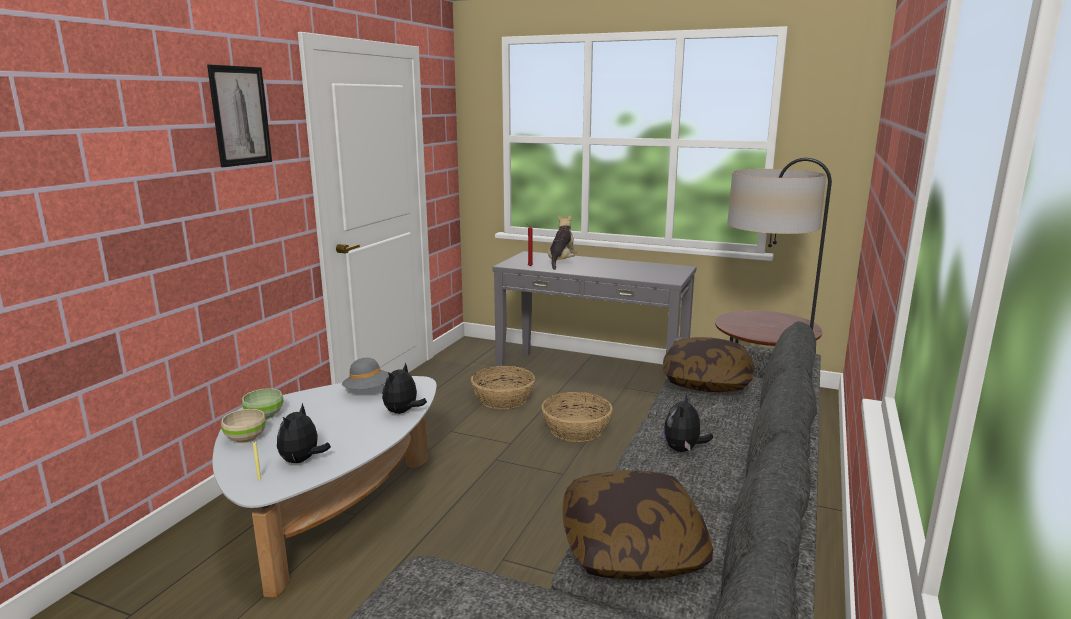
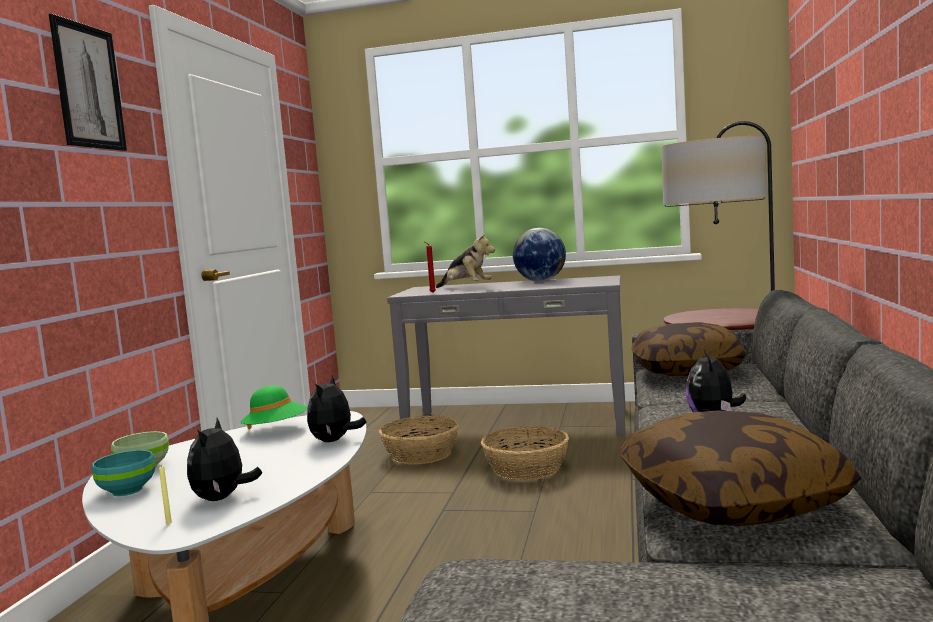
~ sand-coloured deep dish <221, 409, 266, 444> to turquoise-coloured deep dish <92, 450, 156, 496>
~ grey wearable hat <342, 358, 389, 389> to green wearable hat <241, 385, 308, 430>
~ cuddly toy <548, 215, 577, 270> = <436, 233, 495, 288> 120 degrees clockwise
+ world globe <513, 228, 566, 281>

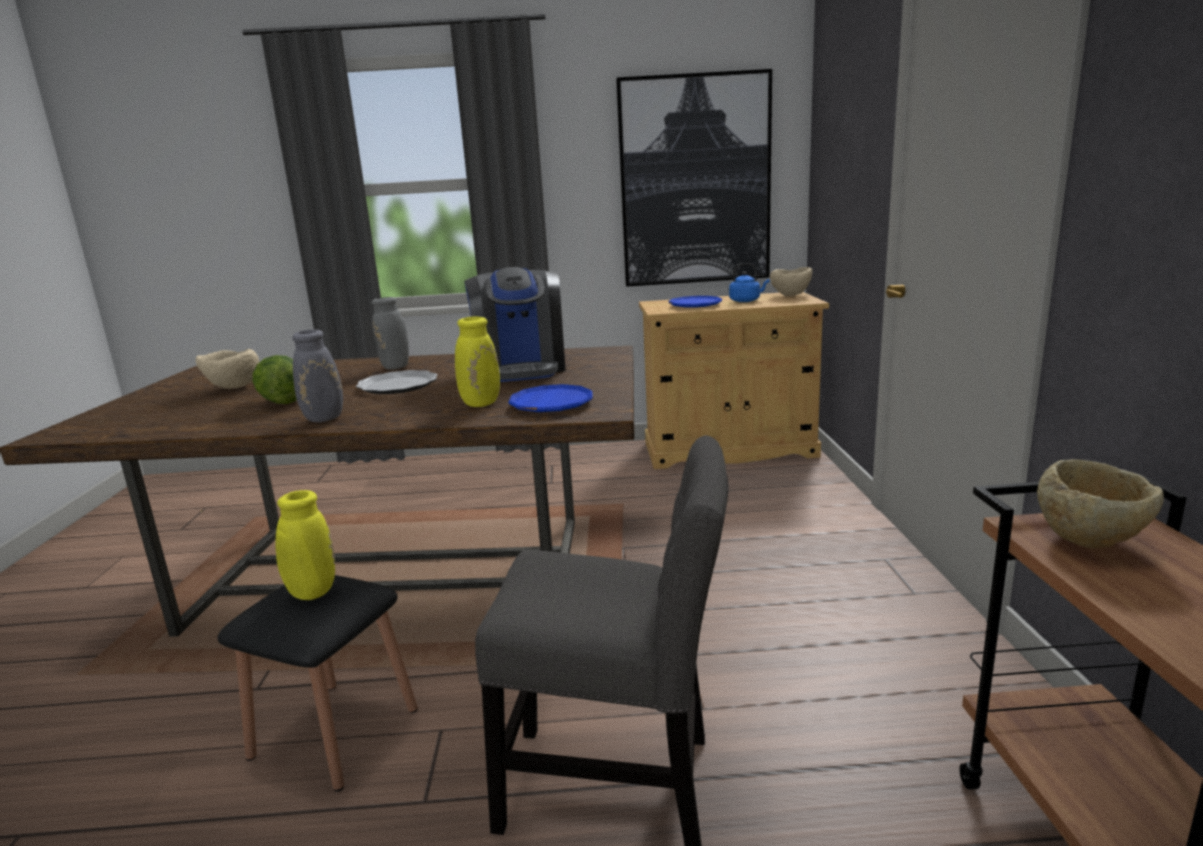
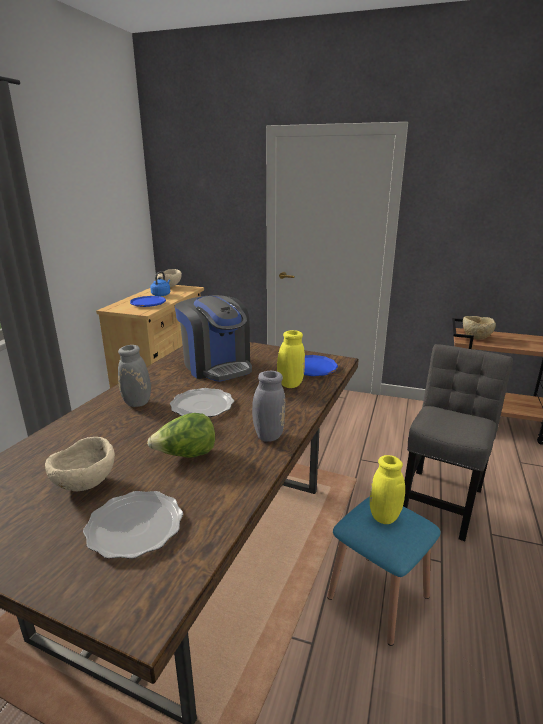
+ plate <83, 491, 183, 559>
~ coffee brewer <464, 267, 566, 382> = <175, 295, 252, 382> 45 degrees clockwise
~ black sitting stool <217, 575, 418, 792> to bluish sitting stool <327, 496, 441, 646>
- wall picture <616, 69, 772, 287>

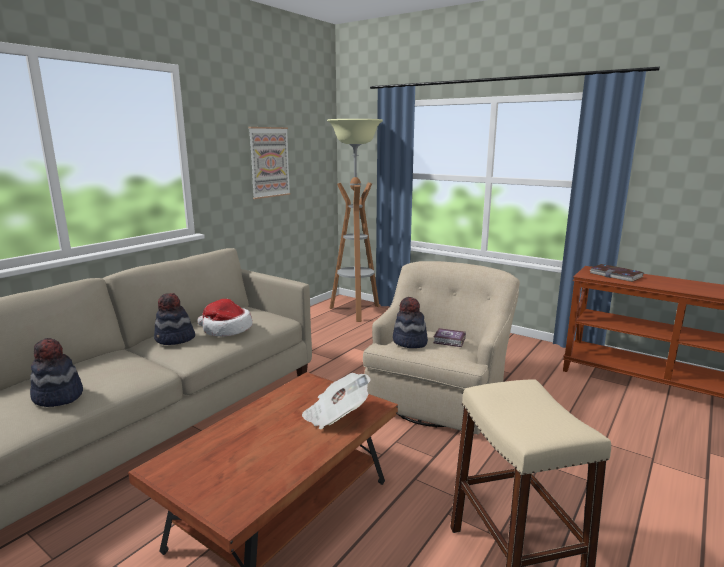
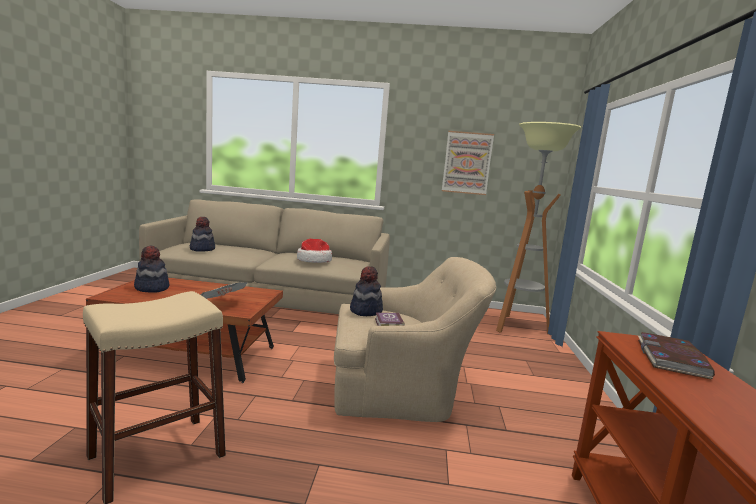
~ wearable hat <154, 293, 195, 345> to <134, 245, 169, 293>

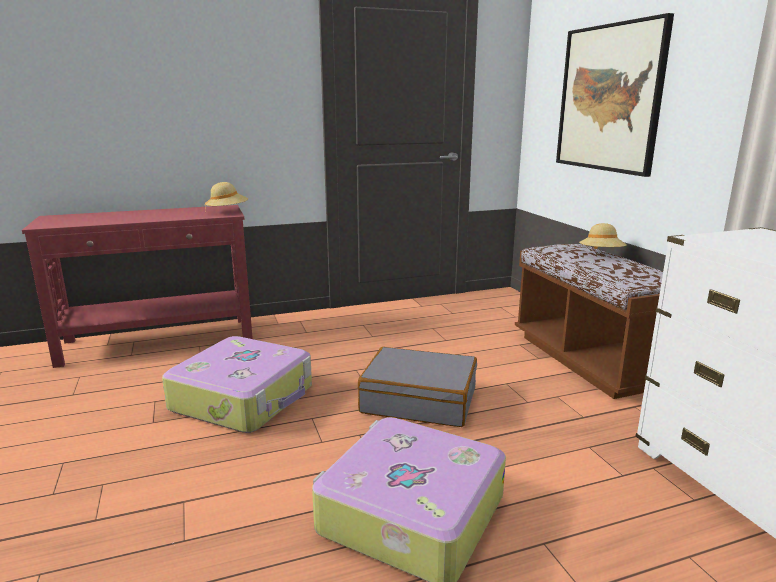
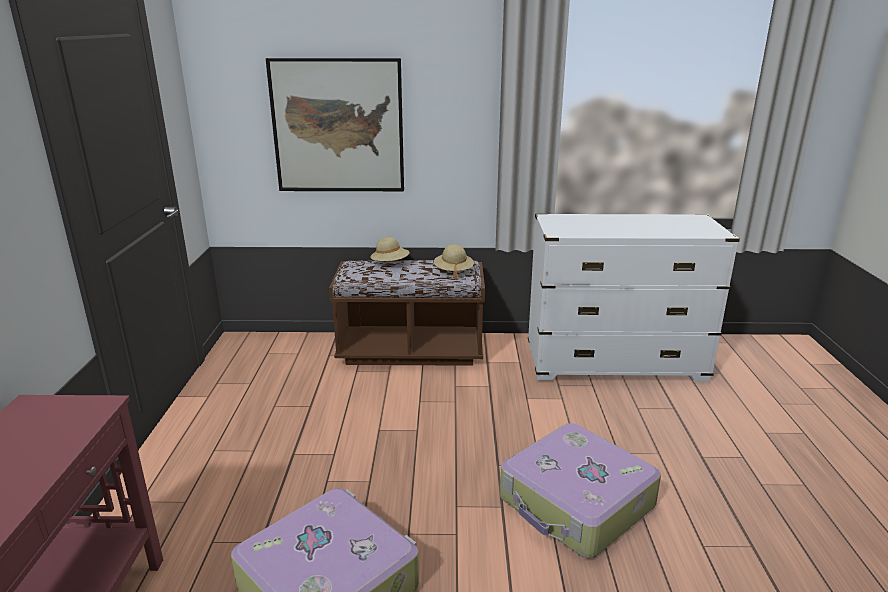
~ sand-coloured wearable hat <205, 182, 248, 212> to <434, 244, 474, 279>
- grey travel case <358, 347, 477, 427>

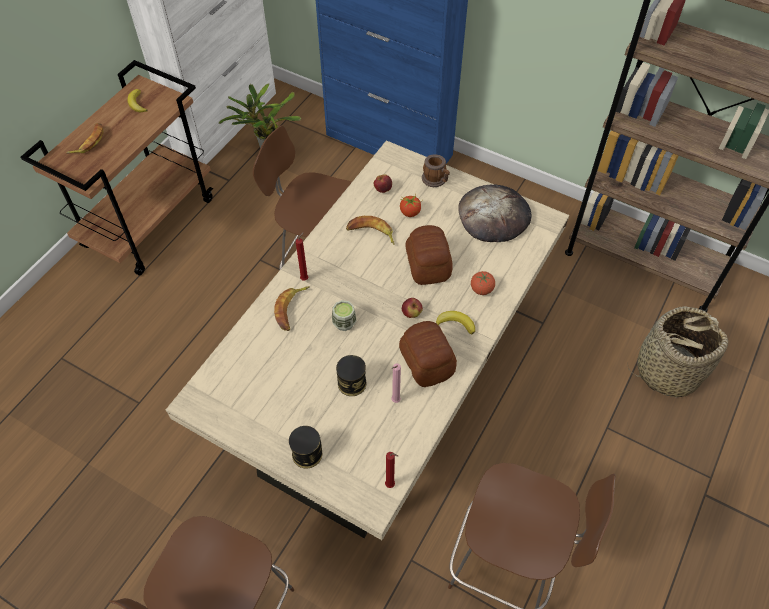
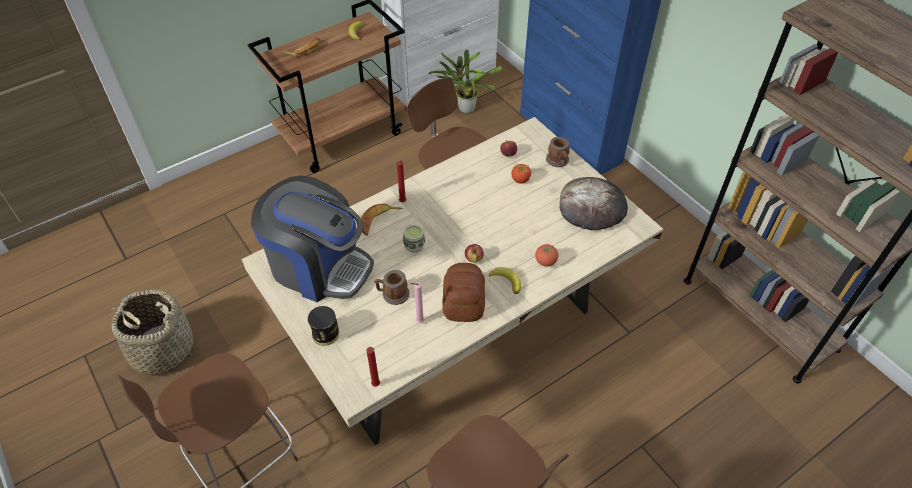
~ household basket <627, 306, 728, 398> to <111, 289, 197, 376>
+ coffee brewer <251, 175, 374, 302>
~ can <336, 355, 366, 396> to tea mug <374, 270, 409, 305>
- banana fruit <346, 216, 395, 245>
- bread <405, 225, 453, 285>

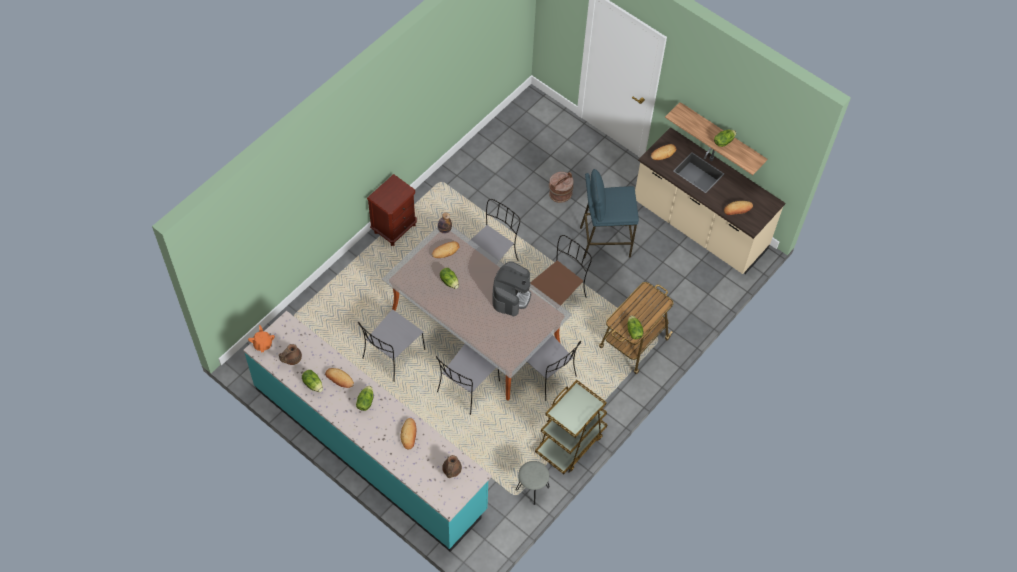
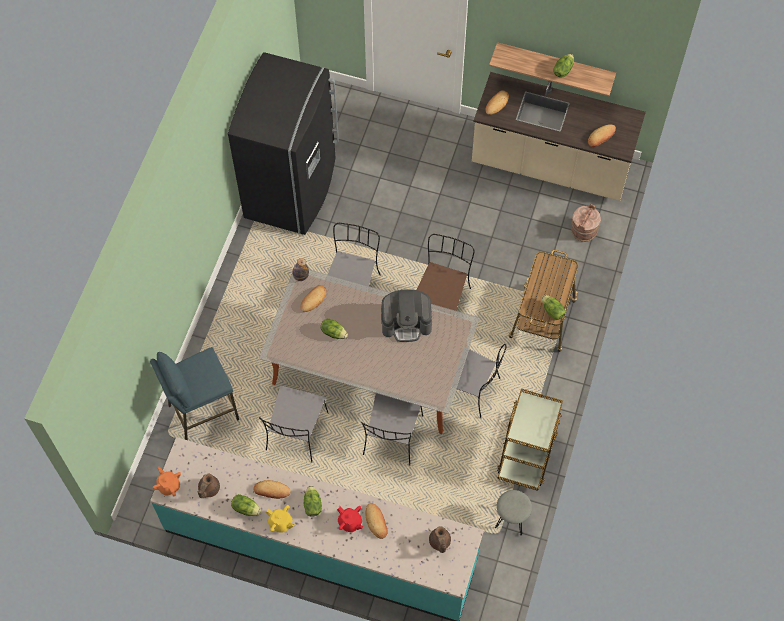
~ bluish sitting stool <580, 169, 639, 258> to <150, 347, 239, 440>
+ black fridge <228, 52, 339, 235>
+ yellow-coloured pot for tea <266, 505, 294, 533>
+ red-coloured pot for tea <337, 506, 363, 532>
~ coffee brewer <492, 262, 531, 316> = <381, 289, 432, 342> 90 degrees clockwise
~ brown pail <549, 172, 574, 203> to <571, 204, 601, 242>
- brown nightstand <367, 174, 417, 246>

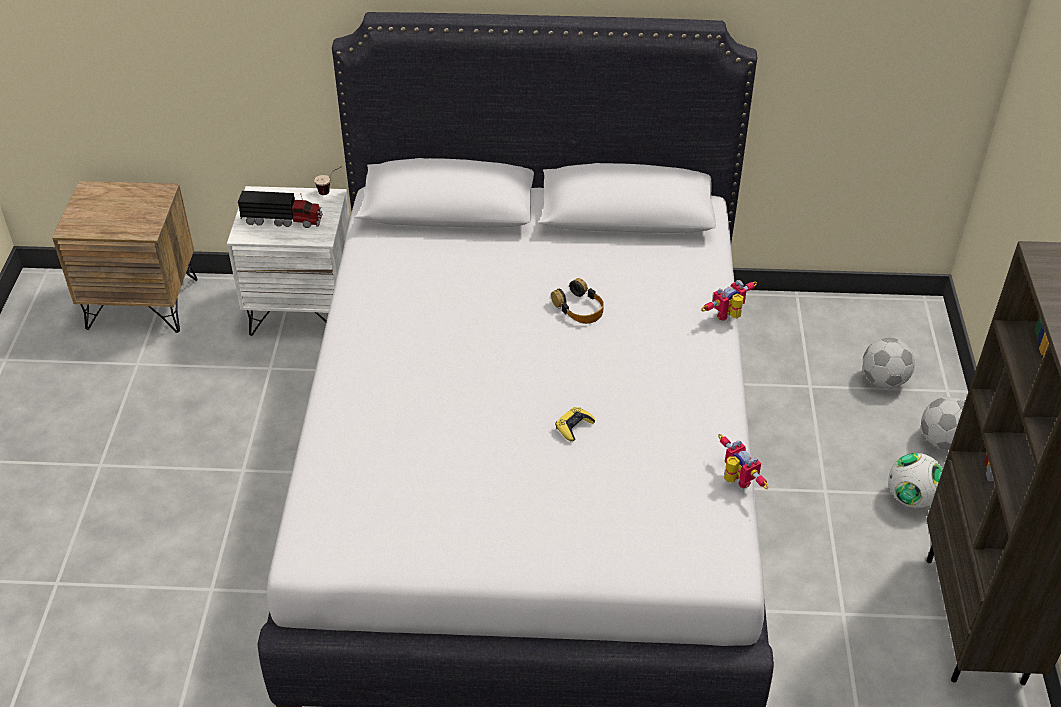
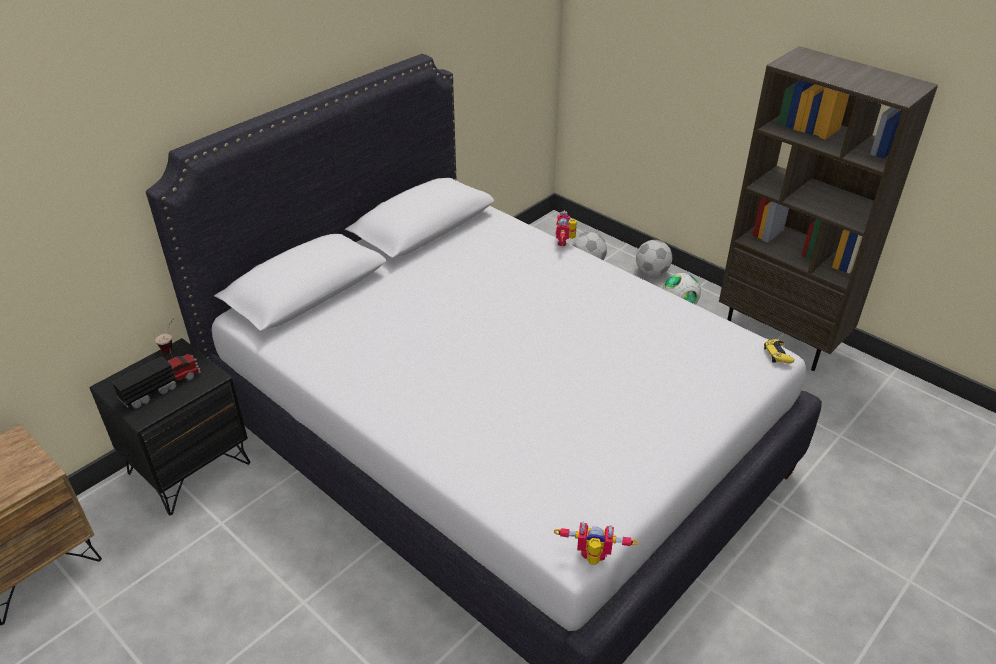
~ white nightstand <227, 186, 350, 336> to black nightstand <89, 338, 251, 515>
~ toy robot <718, 434, 769, 489> to <554, 522, 638, 565>
~ yellow-coloured game controller <555, 407, 595, 442> to <764, 339, 795, 363>
- headset <551, 278, 604, 324>

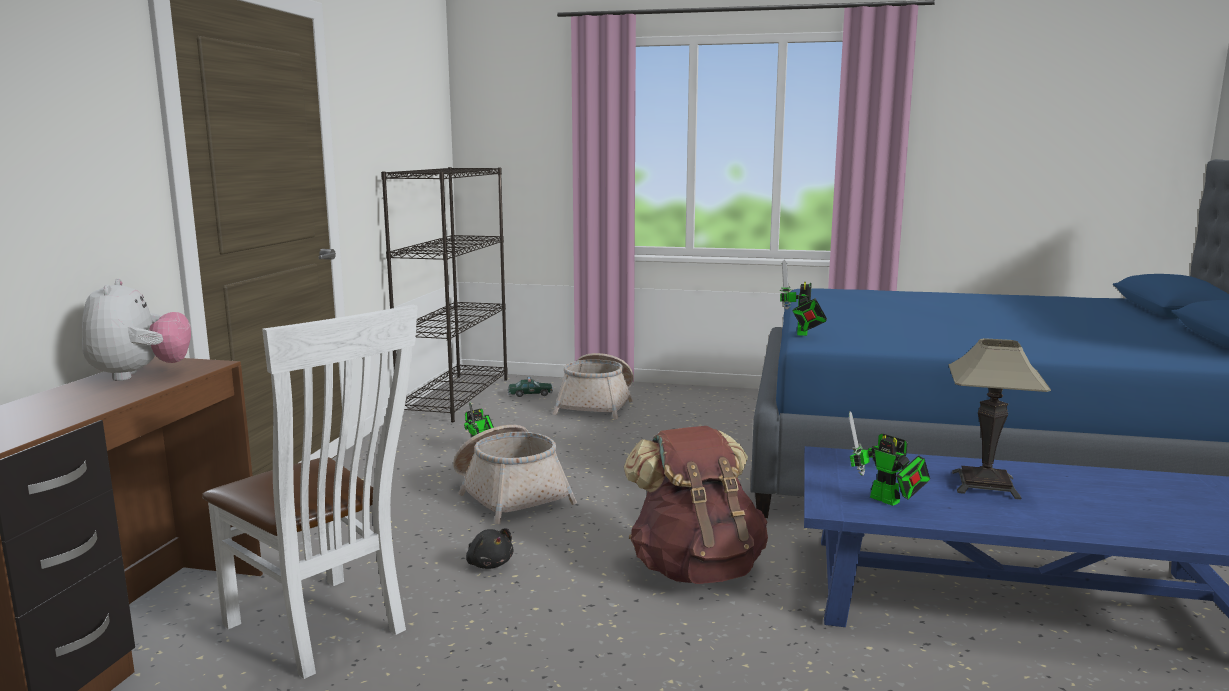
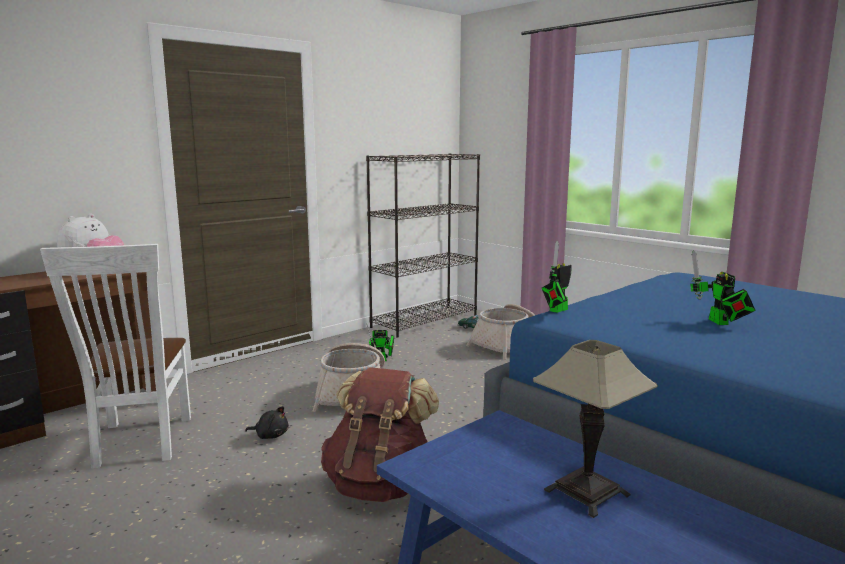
~ black cuddly toy <466, 528, 514, 569> = <245, 406, 289, 439> 75 degrees counterclockwise
~ toy robot <849, 411, 930, 506> to <690, 250, 755, 325>

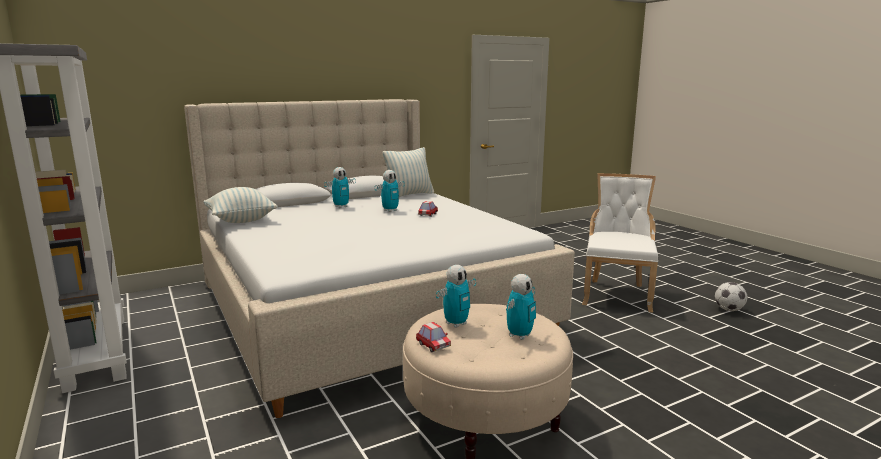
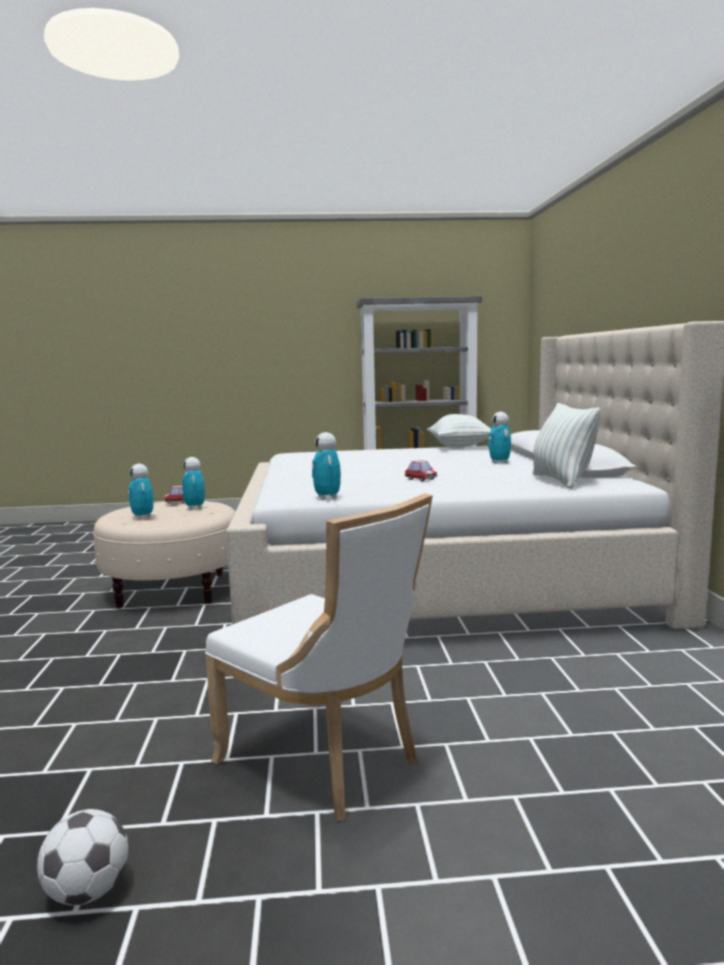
~ toy robot <374, 170, 405, 212> to <312, 432, 341, 500>

